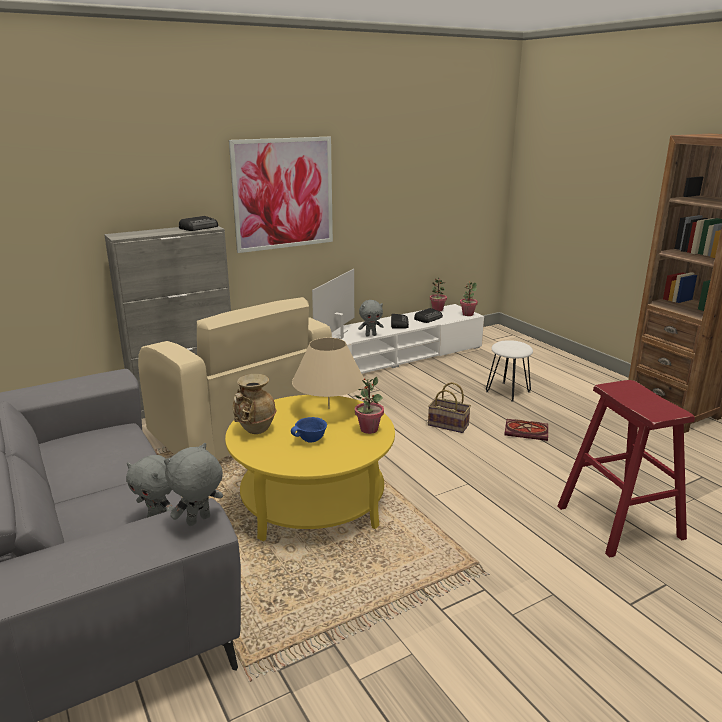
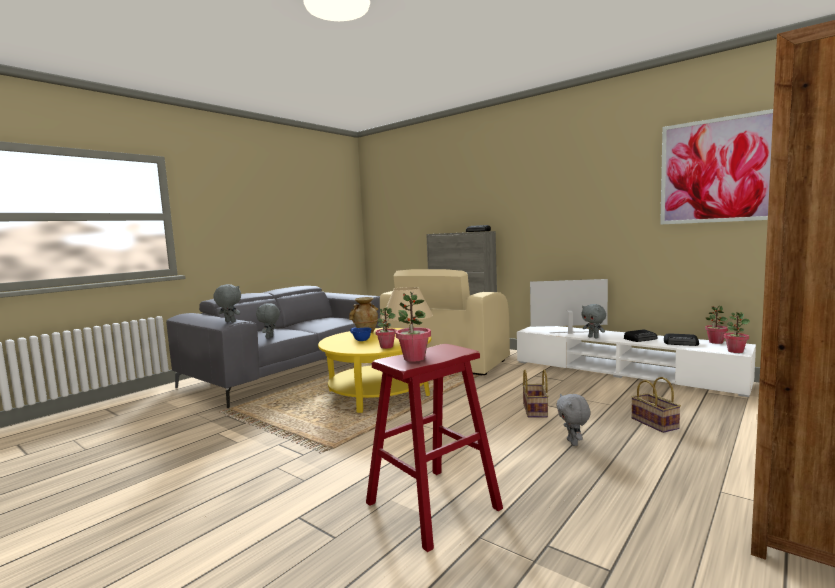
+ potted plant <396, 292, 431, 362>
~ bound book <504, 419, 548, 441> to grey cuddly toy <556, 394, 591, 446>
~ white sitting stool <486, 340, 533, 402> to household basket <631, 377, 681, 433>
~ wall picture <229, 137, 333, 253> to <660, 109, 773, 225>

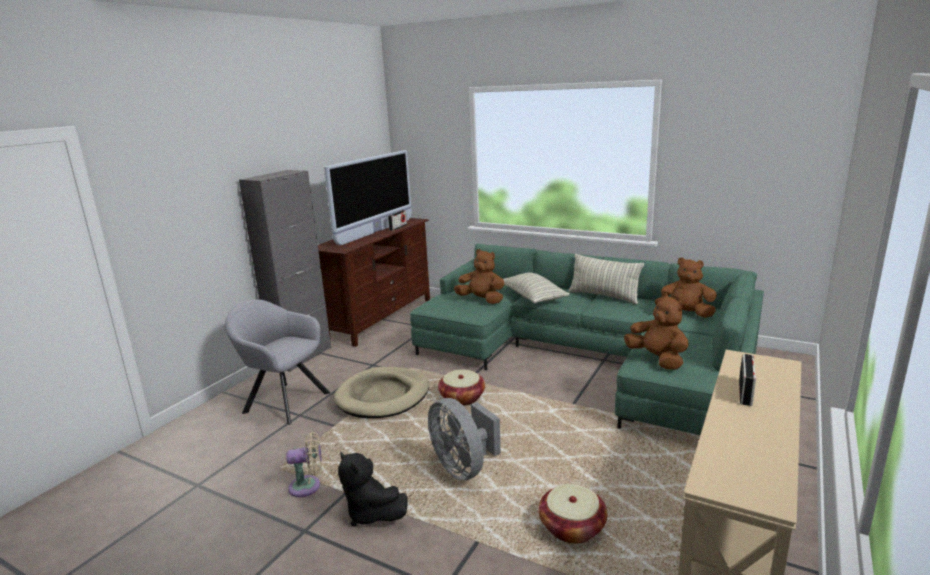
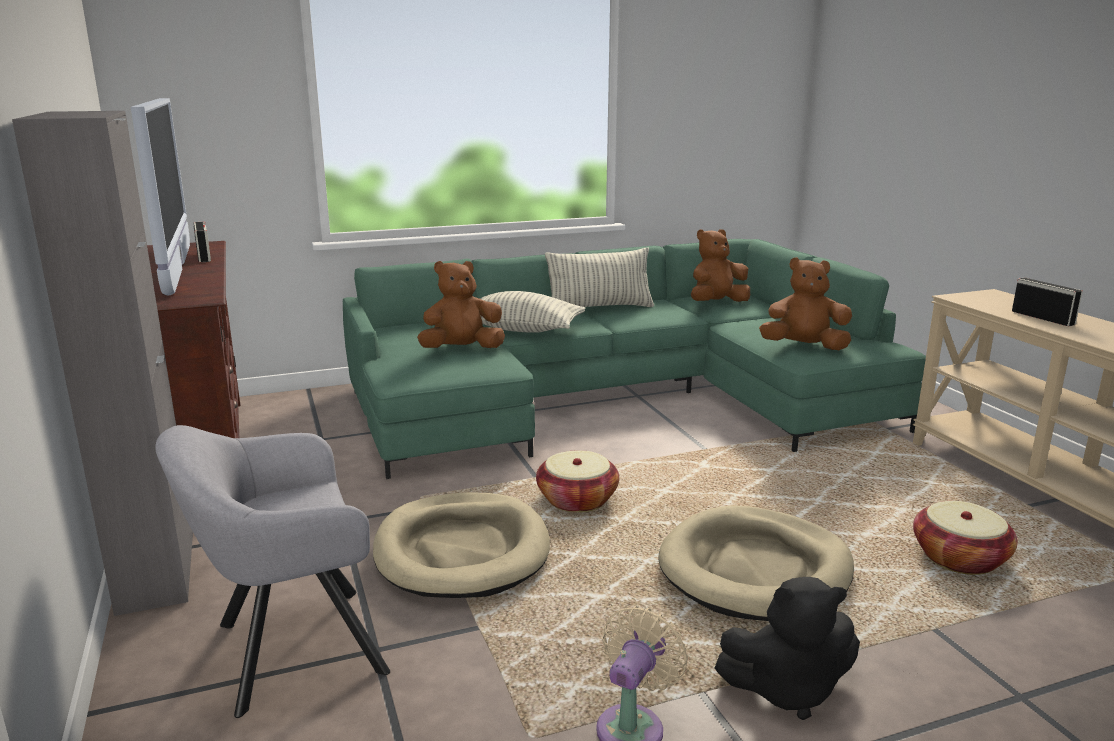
~ grey electric fan <428, 398, 501, 481> to sand-coloured pet bed <659, 505, 854, 621>

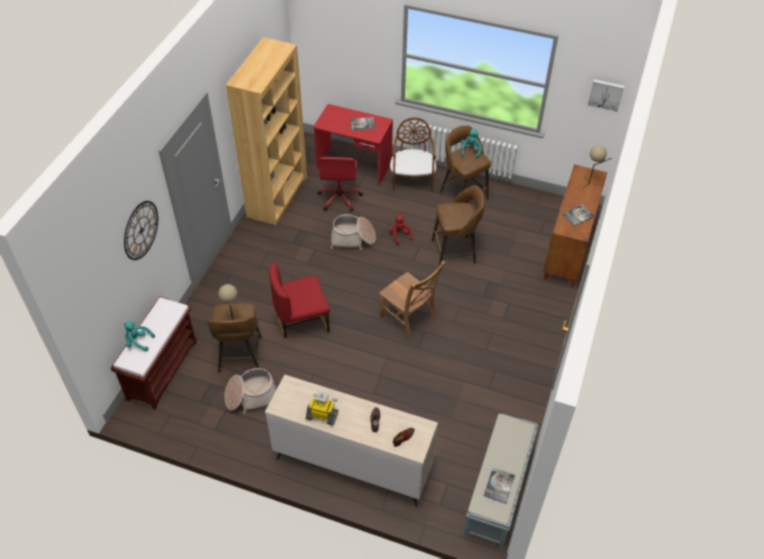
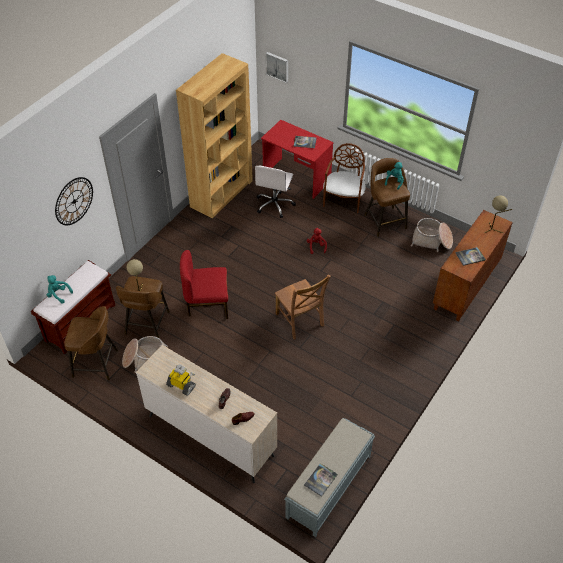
~ brown sitting stool <432, 185, 484, 265> to <64, 306, 118, 381>
~ red-coloured office chair <317, 157, 363, 212> to white office chair <255, 166, 296, 218>
~ wall picture <587, 79, 625, 113> to <265, 52, 288, 83>
~ household basket <331, 214, 376, 250> to <411, 218, 453, 252>

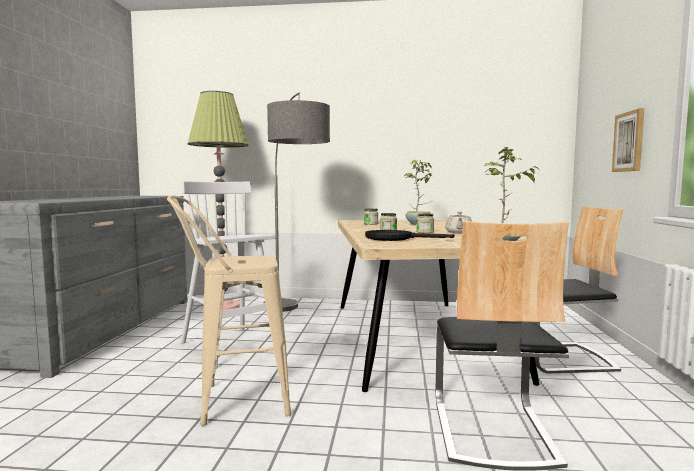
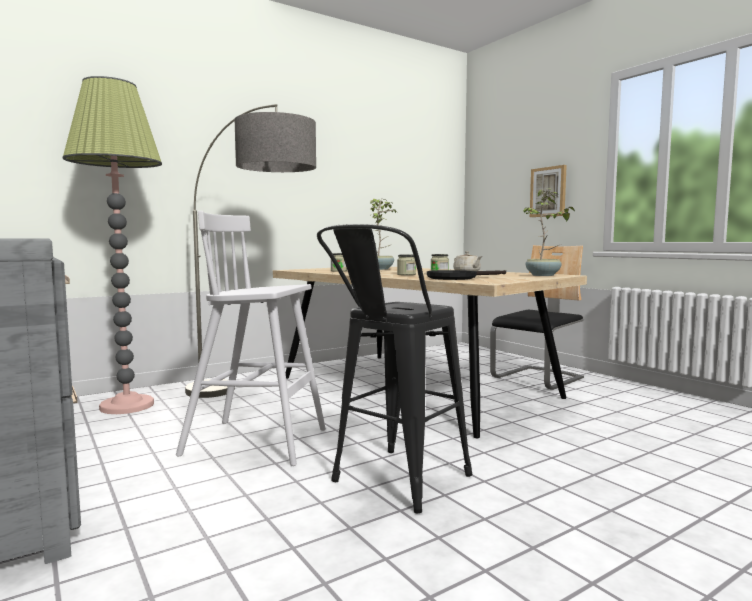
~ sand-coloured sitting stool <167, 195, 291, 426> to black sitting stool <317, 224, 472, 513>
- chair <436, 221, 569, 471>

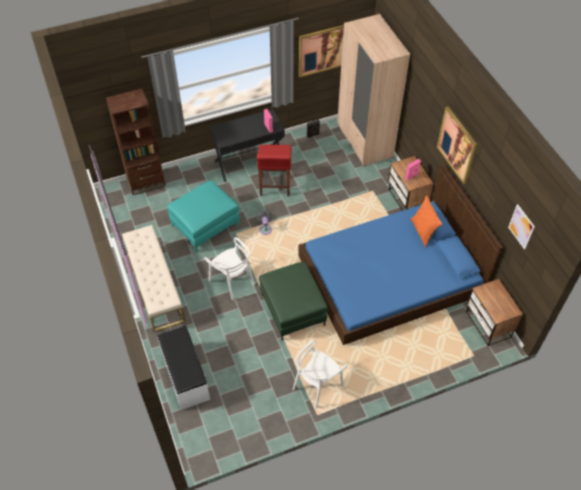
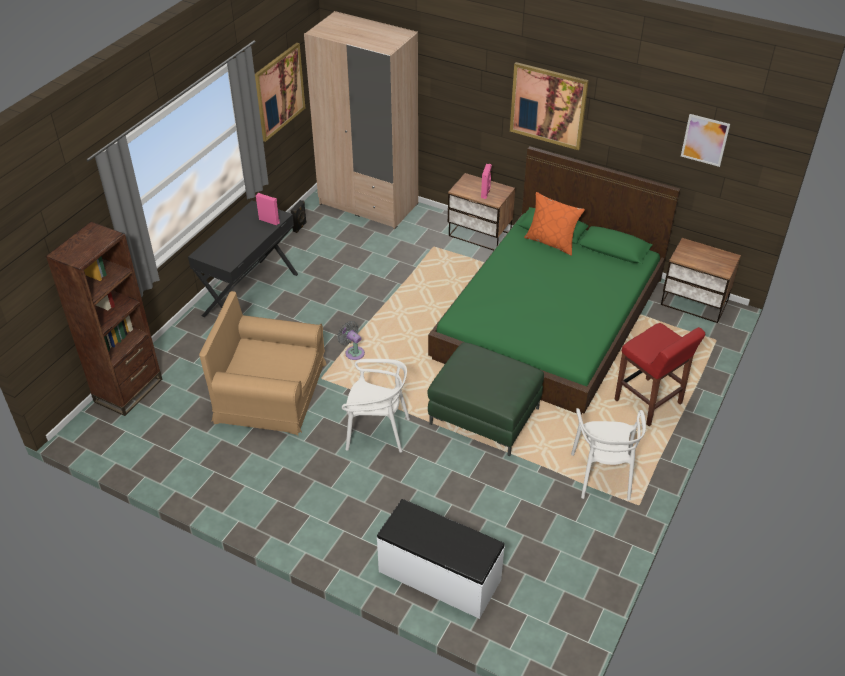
~ turquoise-coloured pouffe <167, 180, 240, 252> to brown armchair <199, 291, 327, 436>
~ bluish bed <298, 163, 504, 345> to green bed <428, 146, 680, 415>
~ red-coloured sitting stool <257, 145, 292, 196> to <614, 323, 705, 426>
- sand-coloured indoor bench <122, 225, 186, 332>

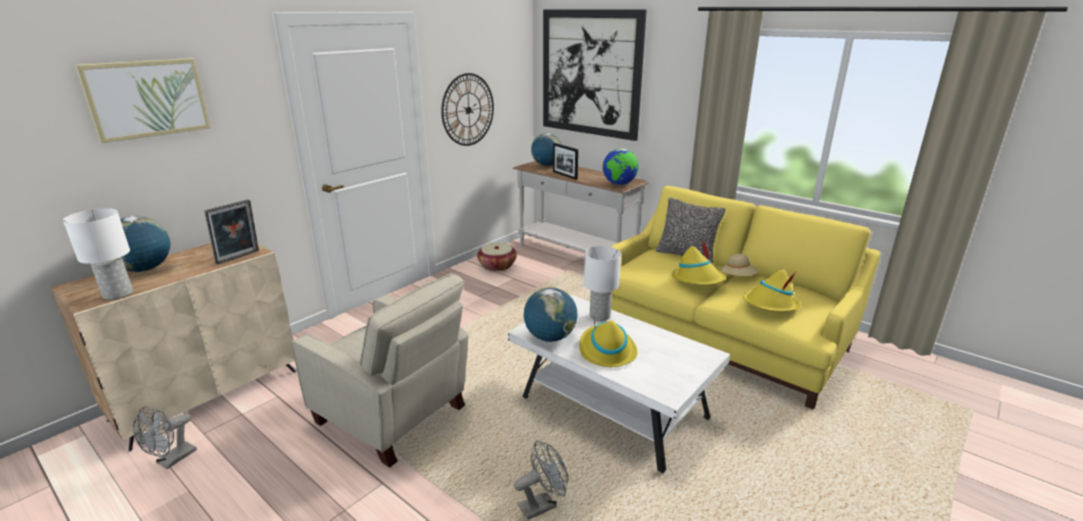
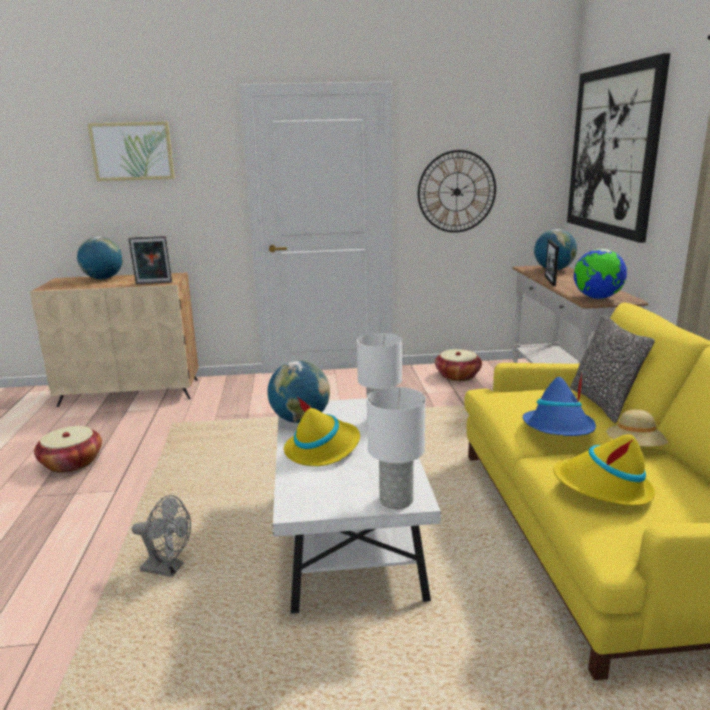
+ household basket <34, 426, 102, 473>
~ white lamp for a table <63, 208, 133, 300> to <367, 387, 426, 509>
~ yellow-coloured wearable hat <671, 241, 725, 285> to bluish wearable hat <523, 372, 596, 436>
- grey electric fan <133, 406, 197, 469>
- sand-coloured armchair <291, 273, 468, 468>

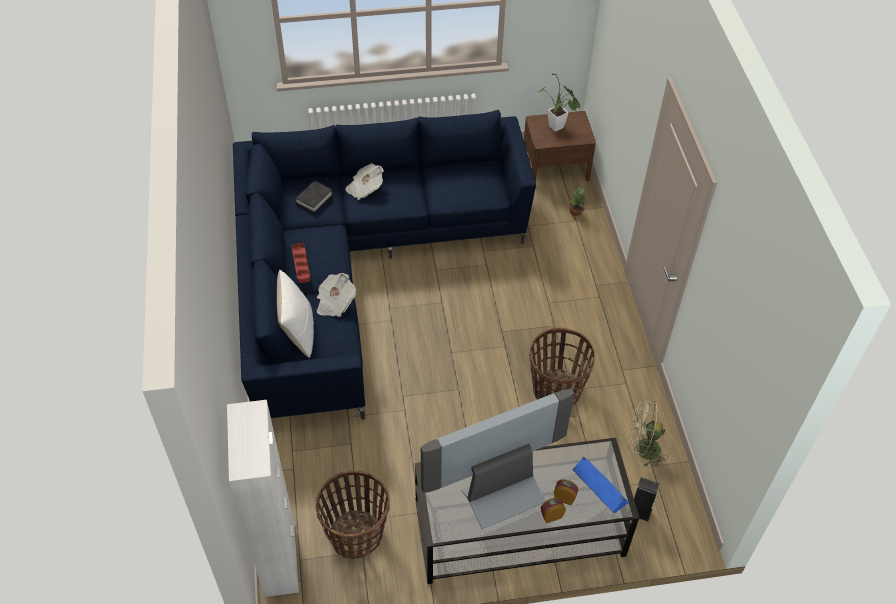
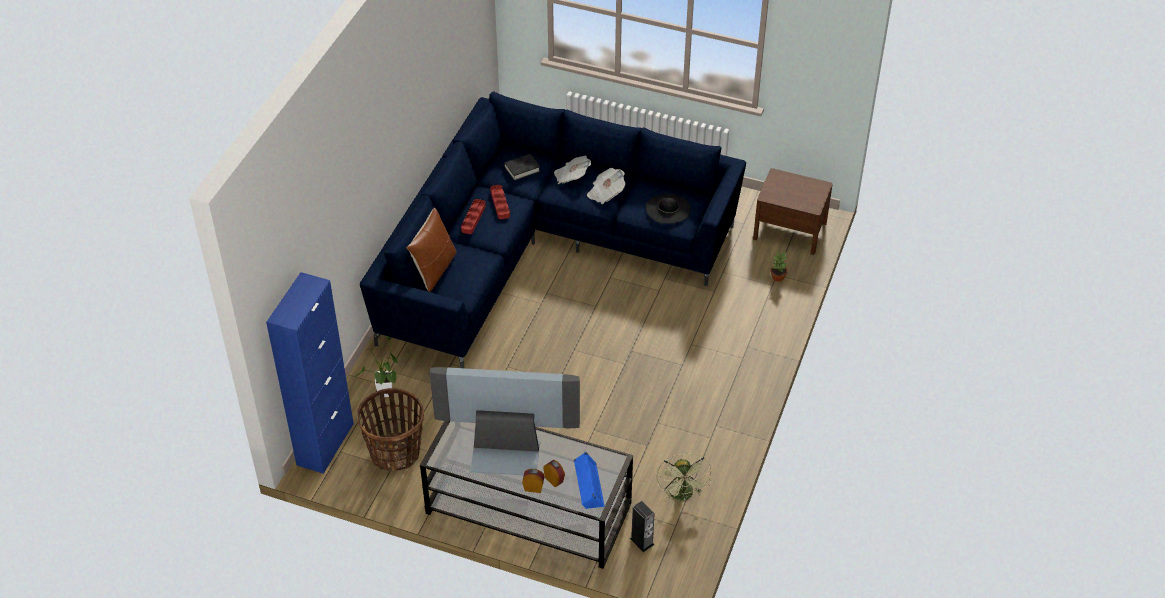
~ white storage cabinet <227, 400, 299, 597> to bluish storage cabinet <266, 272, 354, 474>
~ potted plant <539, 73, 581, 132> to <354, 336, 398, 397>
~ white cushion <277, 270, 314, 358> to brown cushion <407, 207, 457, 292>
+ red-coloured serving tray <490, 185, 510, 219>
~ printed paper <317, 273, 356, 317> to <587, 168, 625, 204>
+ black wearable hat <646, 193, 691, 224>
~ green electric fan <628, 400, 668, 467> = <656, 453, 711, 501> 135 degrees counterclockwise
- household basket <529, 328, 596, 405>

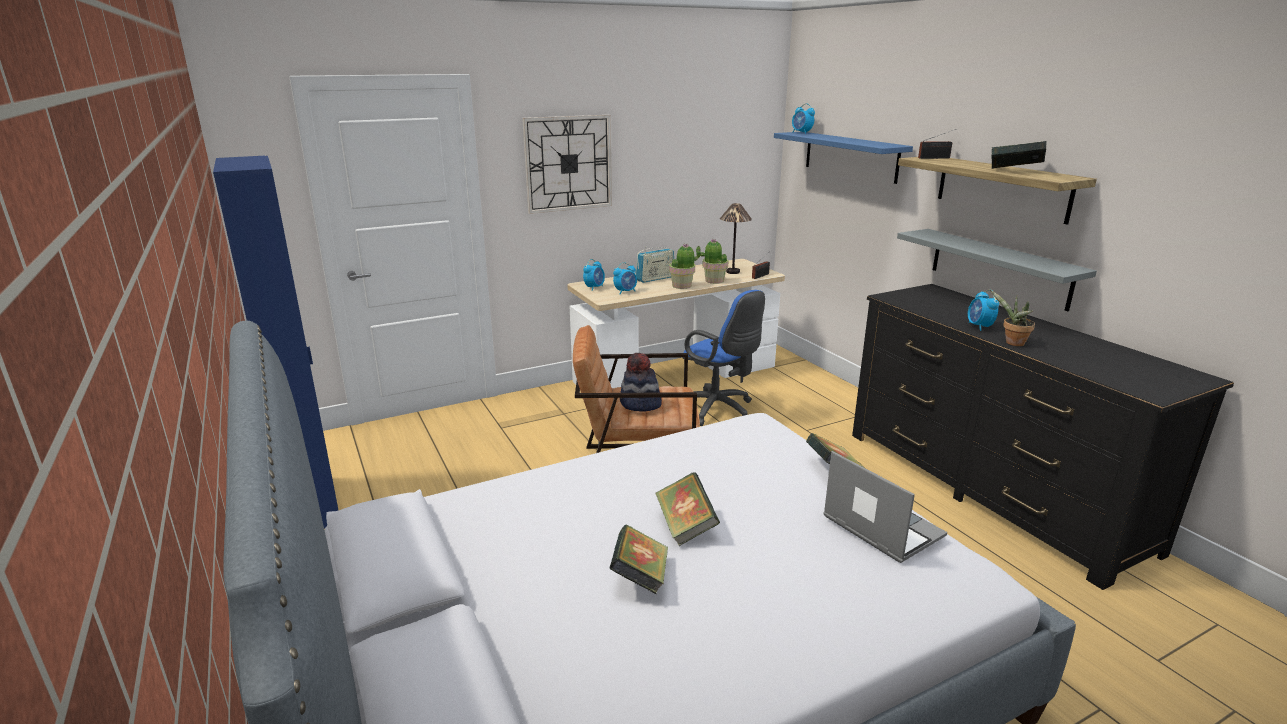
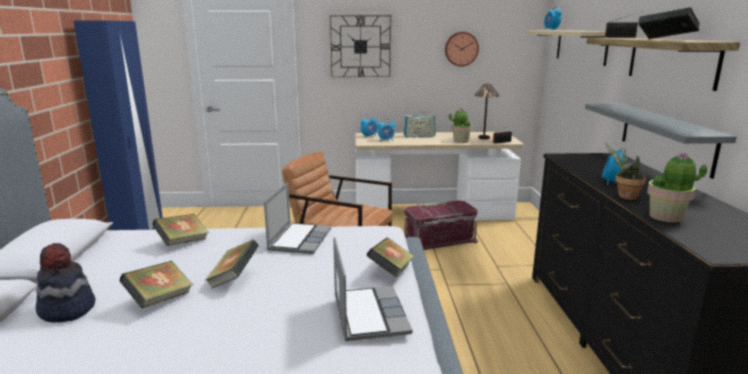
~ wearable hat <620, 353, 662, 412> to <36, 243, 95, 323>
+ bound book <152, 214, 209, 246>
+ portable computer <264, 182, 331, 254>
~ bluish office chair <683, 290, 765, 426> to red-coloured storage bin <404, 200, 478, 250>
+ wall clock <445, 32, 479, 66>
~ bluish bracket shelf <774, 132, 913, 184> to sand-coloured bracket shelf <529, 30, 608, 66>
~ potted plant <669, 243, 701, 289> to <647, 152, 707, 223>

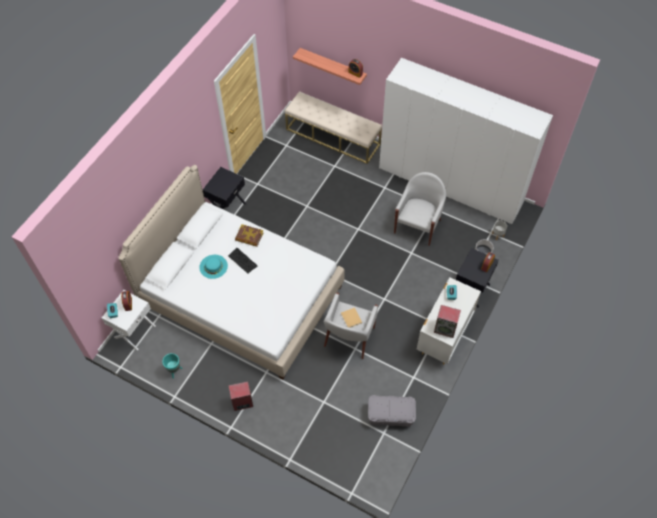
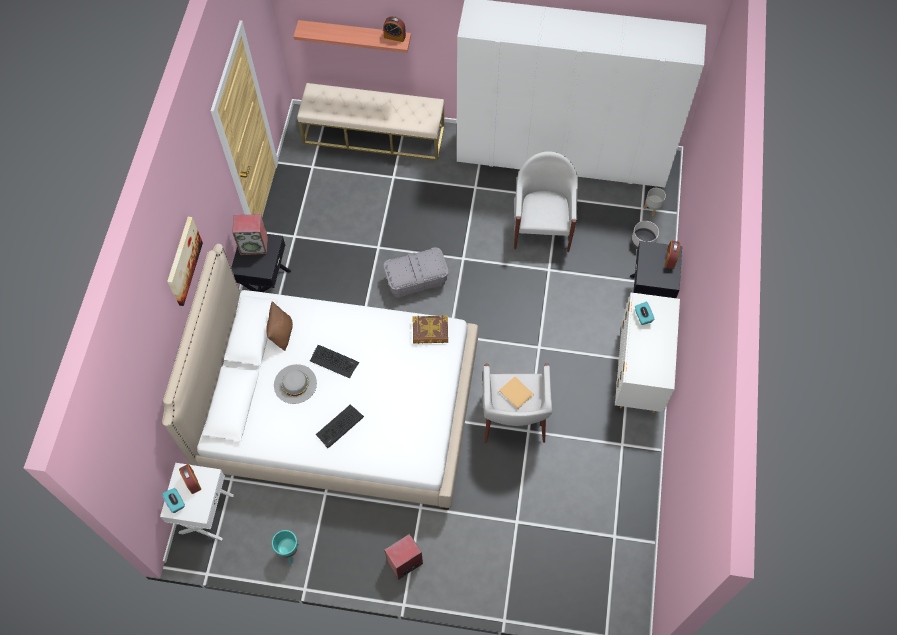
+ wall picture <167, 217, 203, 306>
~ audio speaker <434, 305, 461, 338> to <232, 214, 268, 255>
+ brown cushion <266, 301, 293, 351>
~ turquoise-coloured wearable hat <199, 255, 228, 279> to grey wearable hat <274, 364, 317, 404>
+ keyboard <316, 404, 364, 448>
~ grey storage bin <368, 395, 416, 427> to <383, 247, 449, 298>
~ bound book <235, 224, 263, 247> to <413, 315, 448, 344>

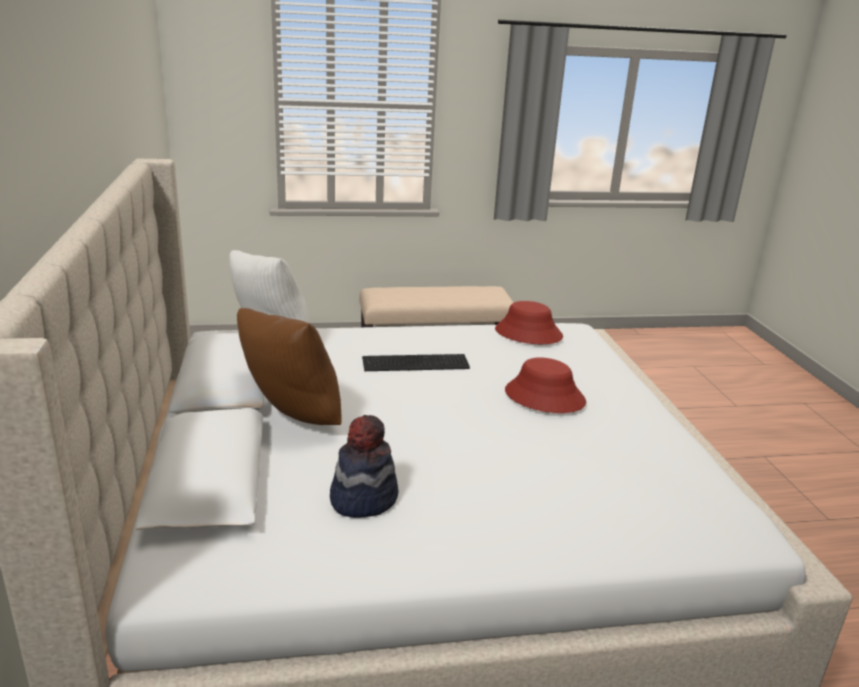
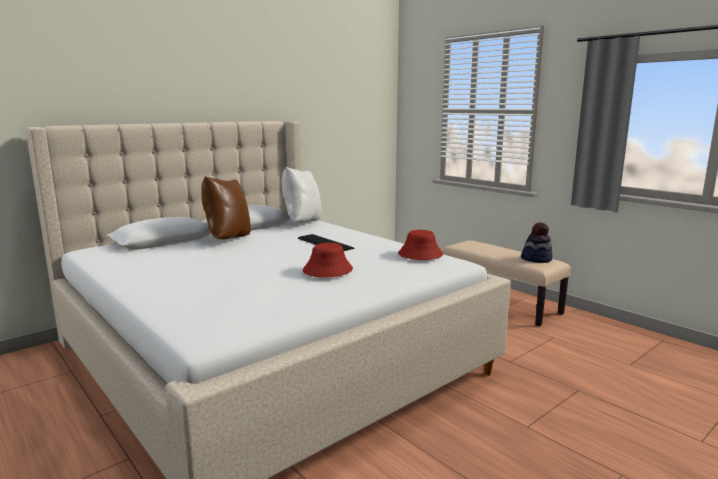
~ wearable hat <330, 415, 399, 518> to <521, 222, 552, 263>

